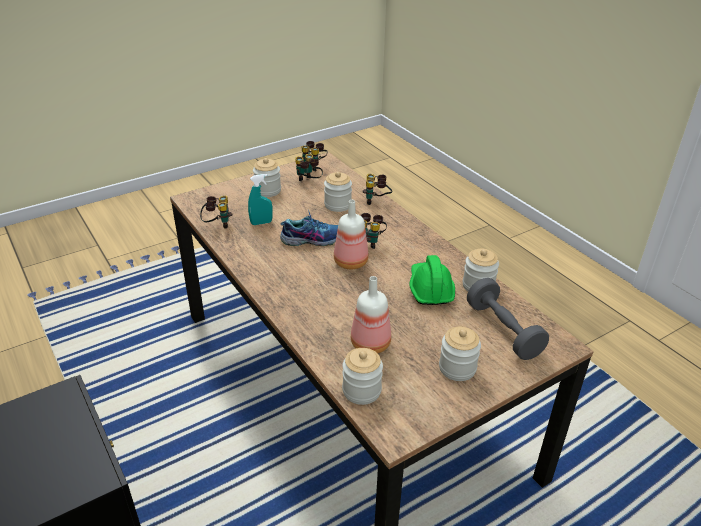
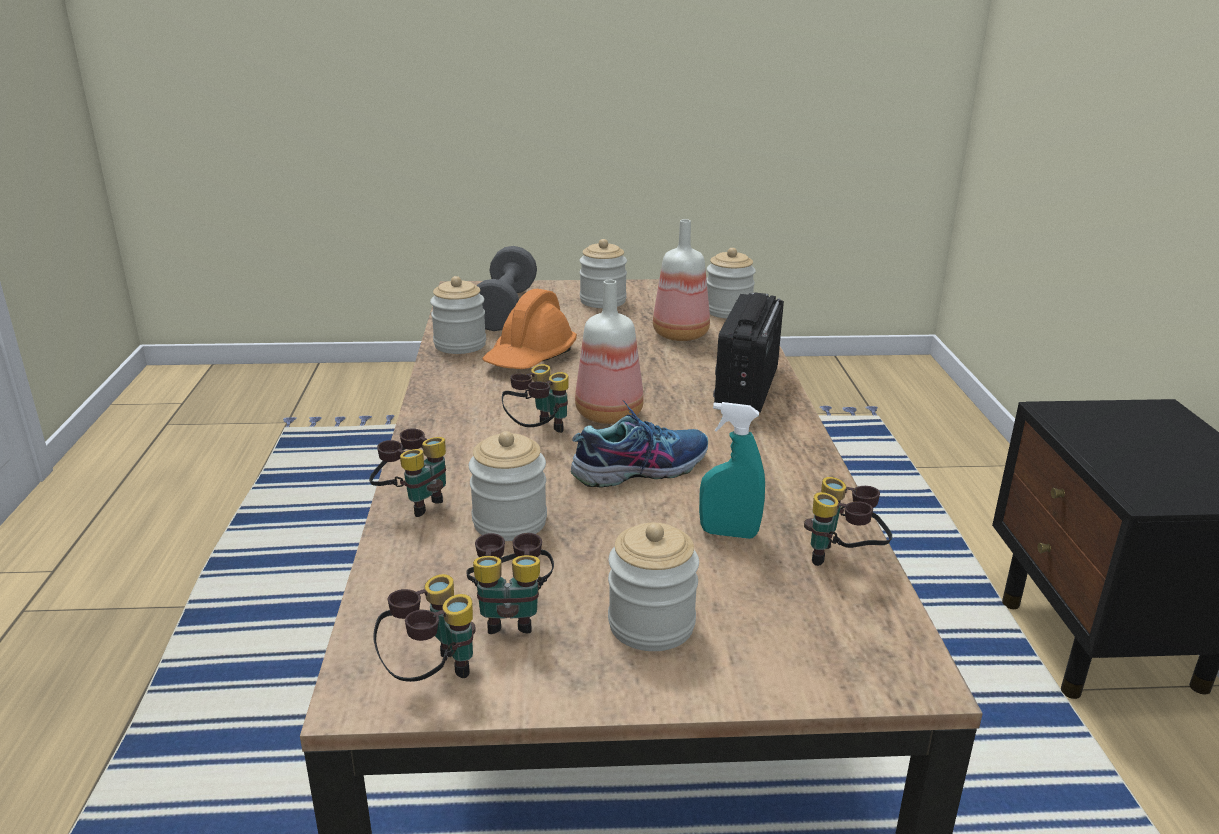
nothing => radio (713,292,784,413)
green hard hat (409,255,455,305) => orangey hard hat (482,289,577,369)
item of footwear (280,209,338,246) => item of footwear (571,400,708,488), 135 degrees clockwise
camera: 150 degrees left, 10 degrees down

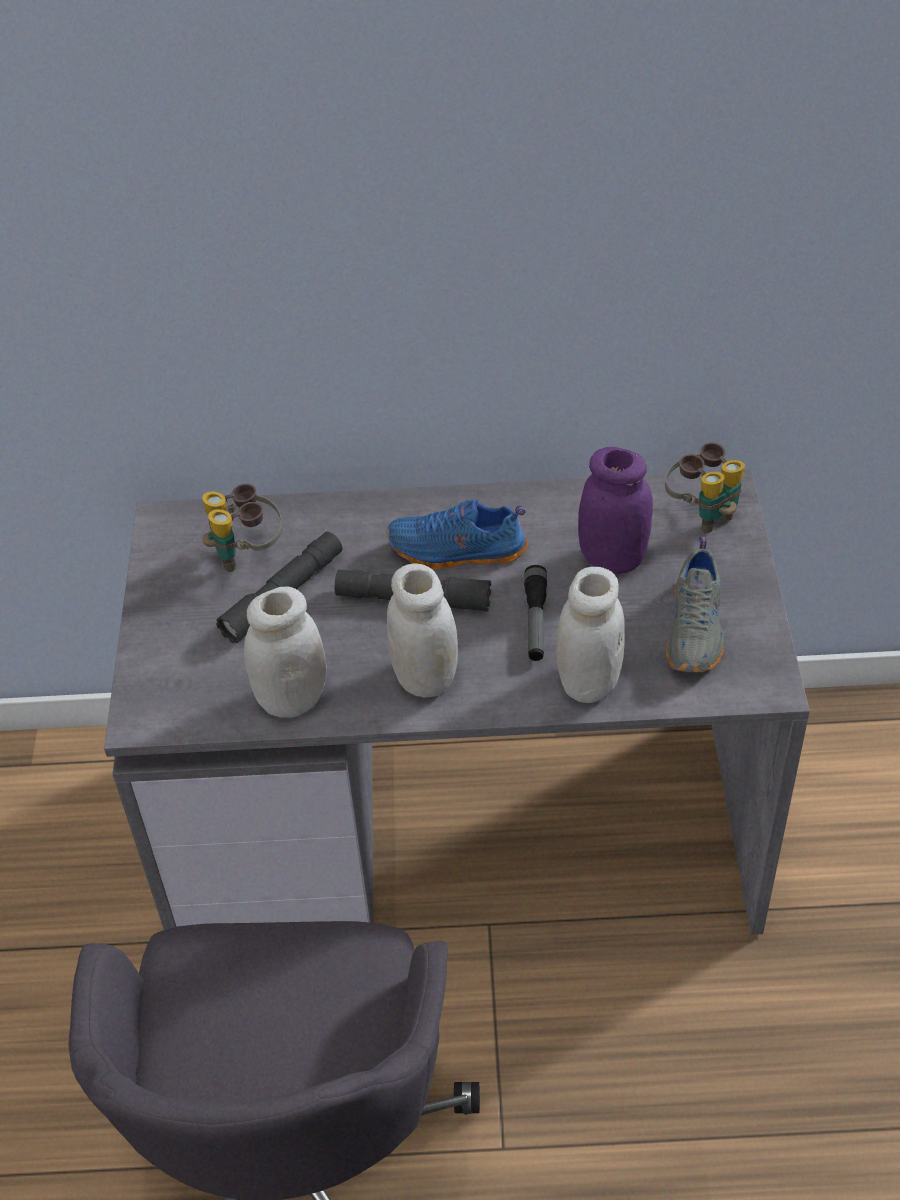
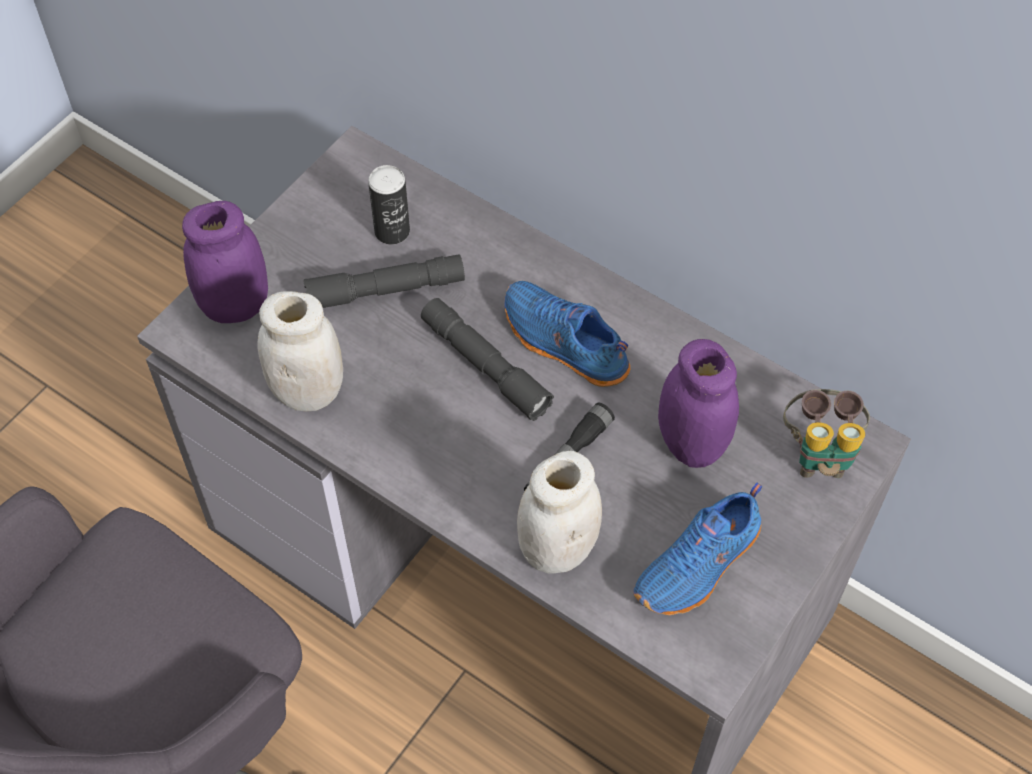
whitish preserve jar (387,564,458,698) => nothing
nothing => purple-coloured preserve jar (182,201,268,323)
pair of binoculars (202,483,283,572) => sealed can (368,165,410,245)
gray item of footwear (666,537,724,672) => blue item of footwear (633,483,762,615)
camera: 35 degrees right, 10 degrees up

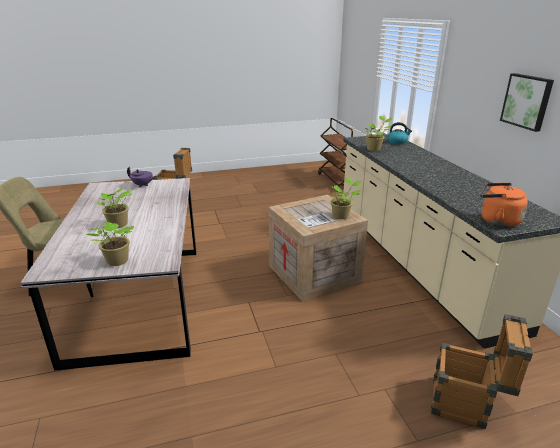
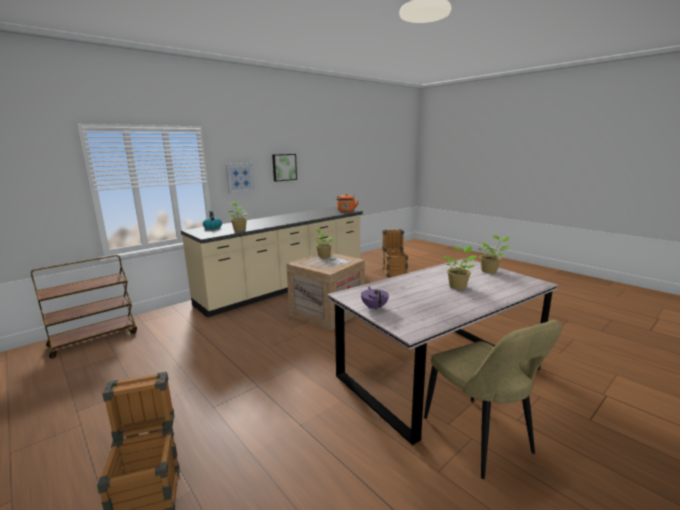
nothing => wall art (226,163,255,194)
camera: 115 degrees left, 10 degrees down

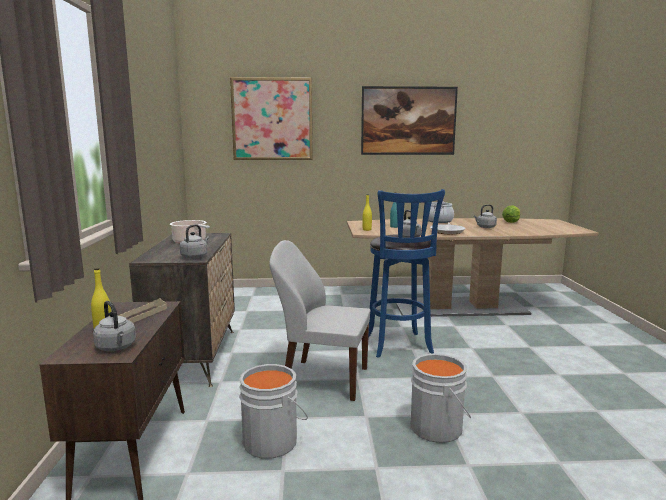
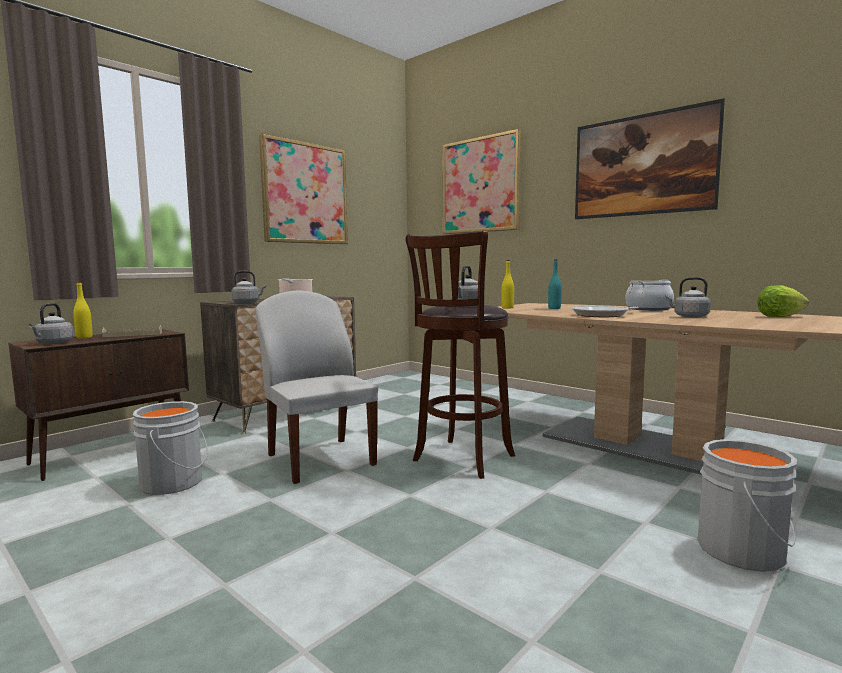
nothing => wall art (259,133,348,244)
gray pail (411,353,471,443) => gray pail (698,439,797,572), move
blue stool (368,189,445,358) => brownish stool (405,231,515,479)
camera: 45 degrees right, 5 degrees down

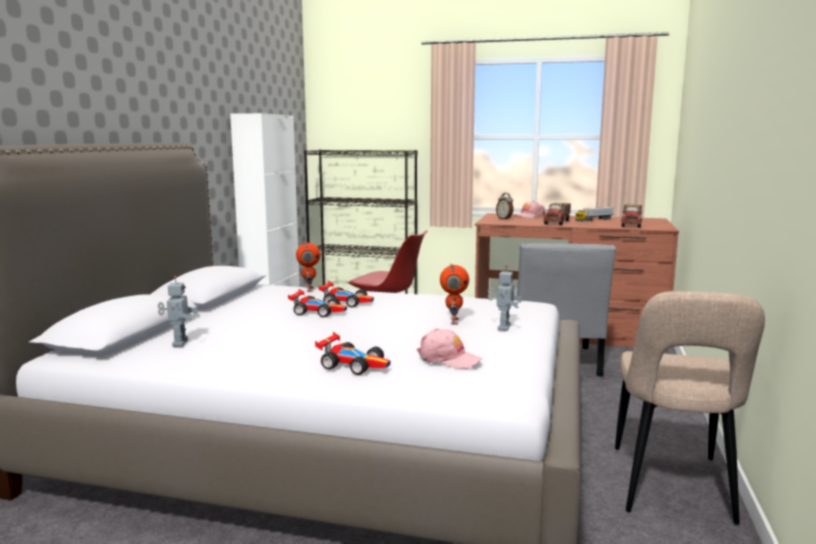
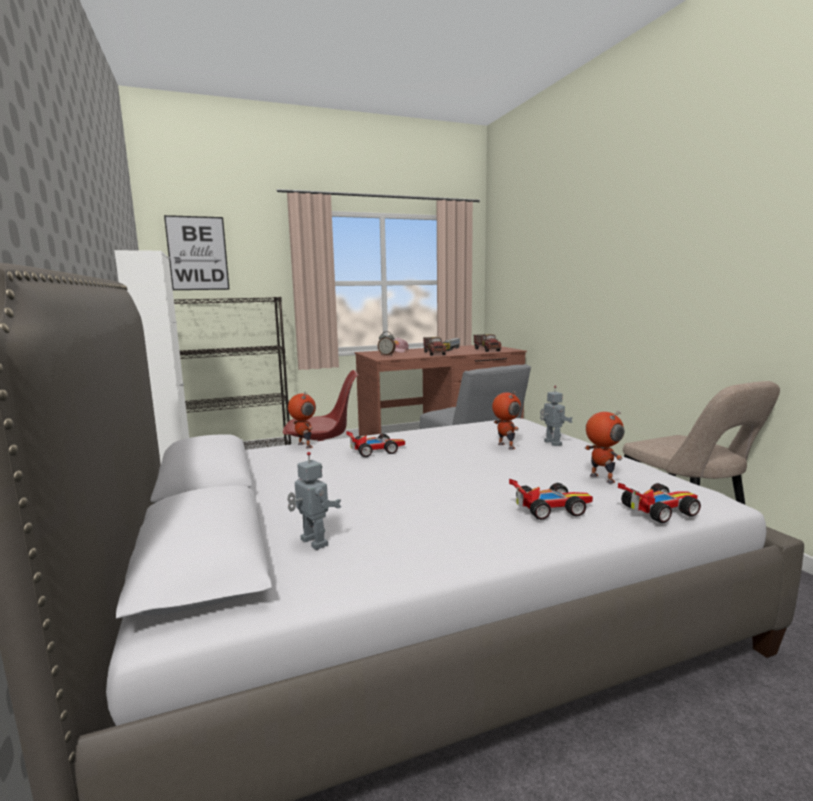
nothing => wall art (164,215,230,290)
miniature car (288,289,347,317) => miniature car (618,483,701,523), move
pinkish baseball cap (417,328,482,369) => model robot (585,411,624,483)
camera: 35 degrees left, 0 degrees up

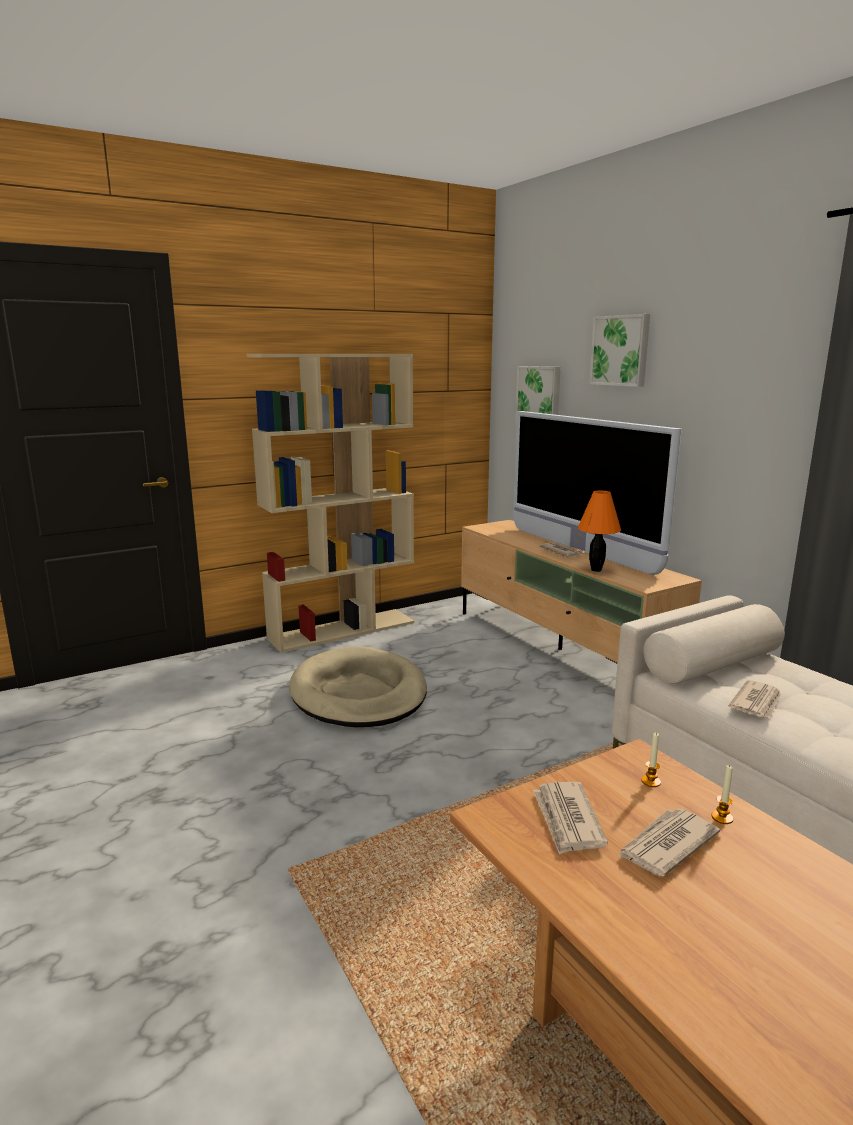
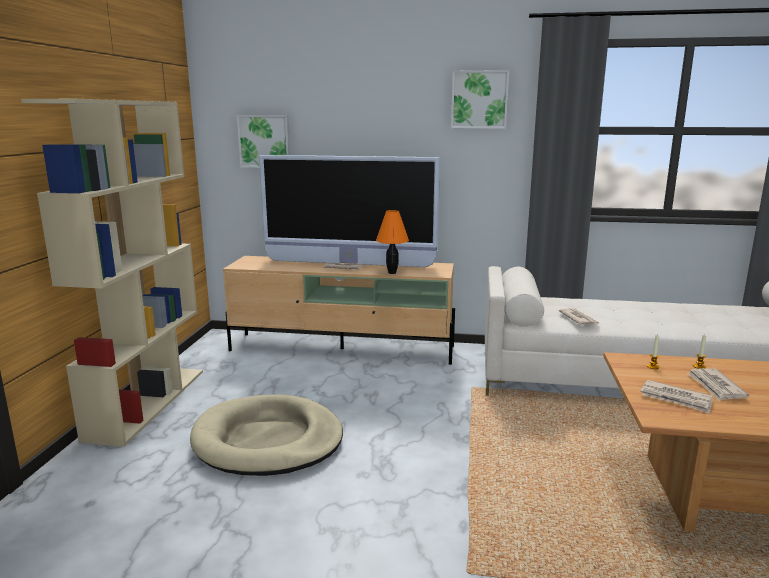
wall art (589,314,650,387) => wall art (451,70,509,129), move
camera: 50 degrees left, 0 degrees up

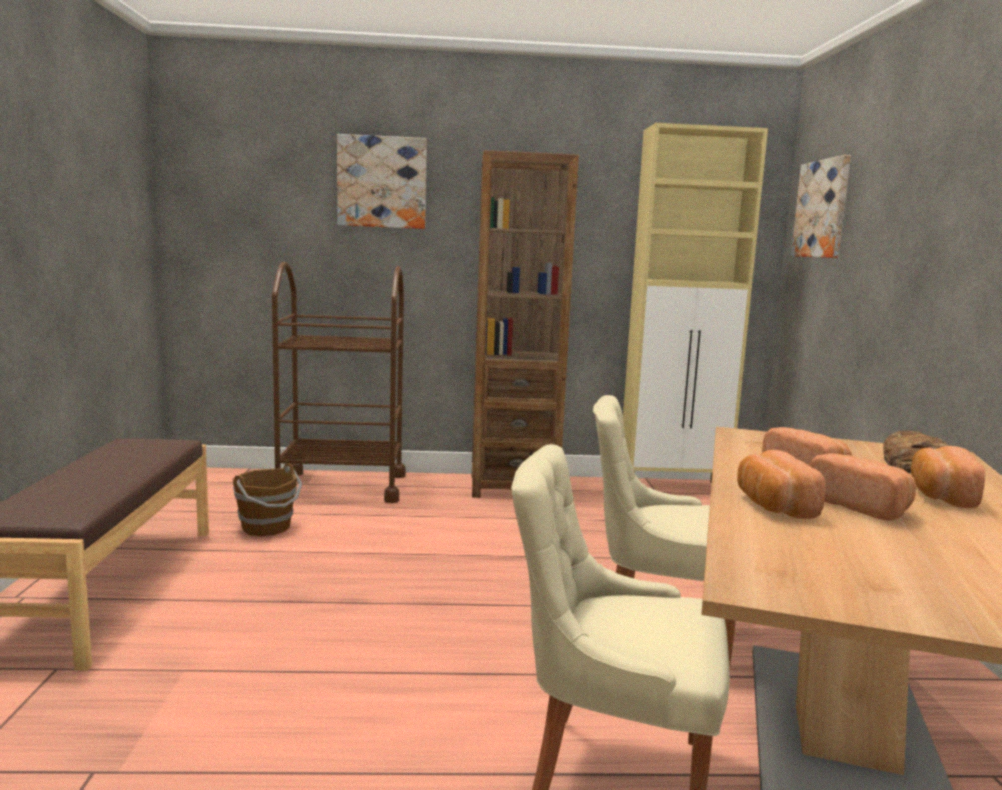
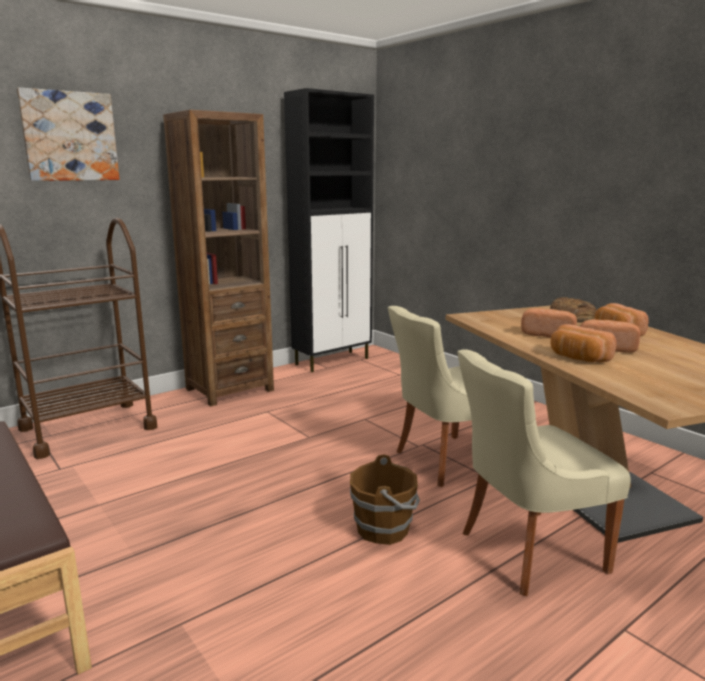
wall art (791,155,851,258) => nothing
brownish pail (232,463,302,536) => brownish pail (350,454,420,545), move
sand-coloured cabinet (623,123,768,483) => black-coloured cabinet (284,88,374,372)
camera: 35 degrees left, 5 degrees up

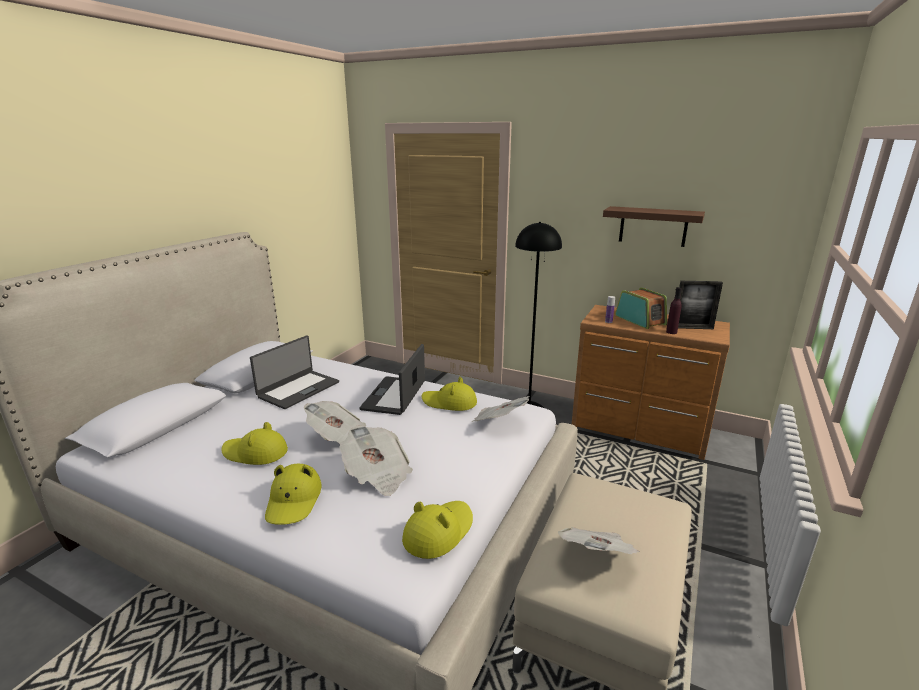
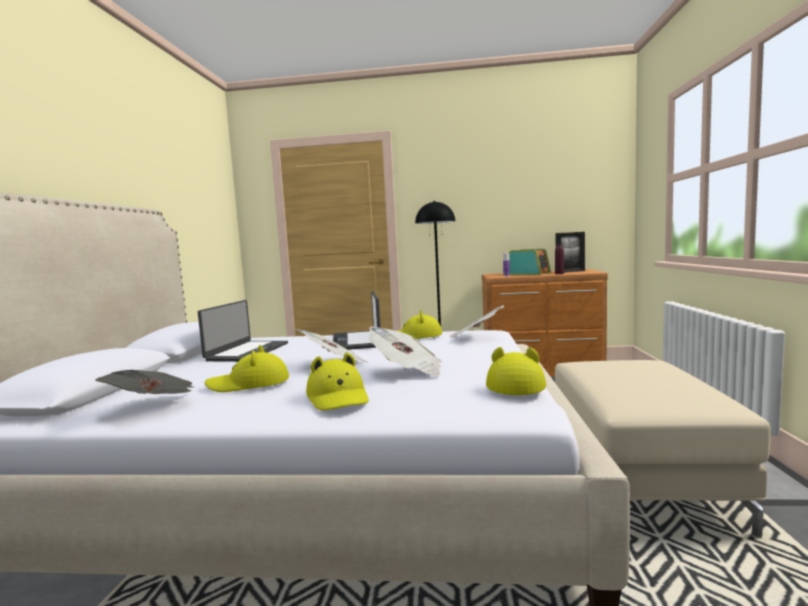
brownish shelf (603,206,705,247) => nothing
newspaper (558,527,640,554) => newspaper (95,370,193,394), move
camera: 20 degrees left, 15 degrees down

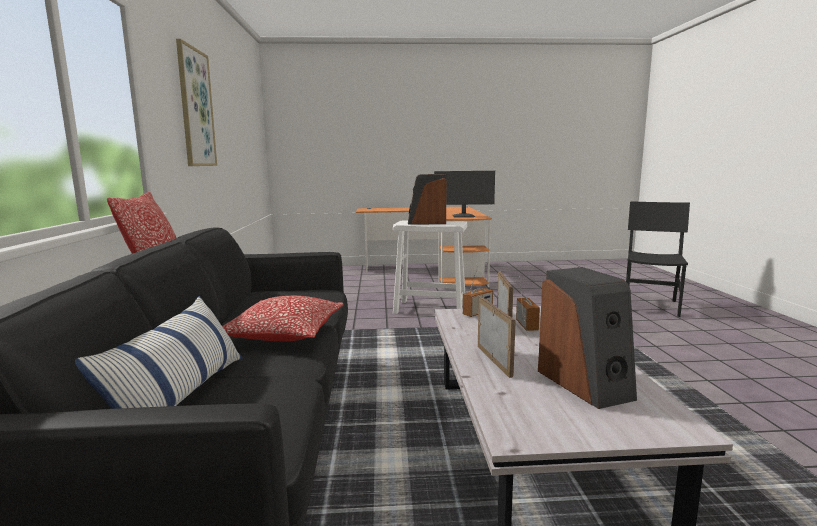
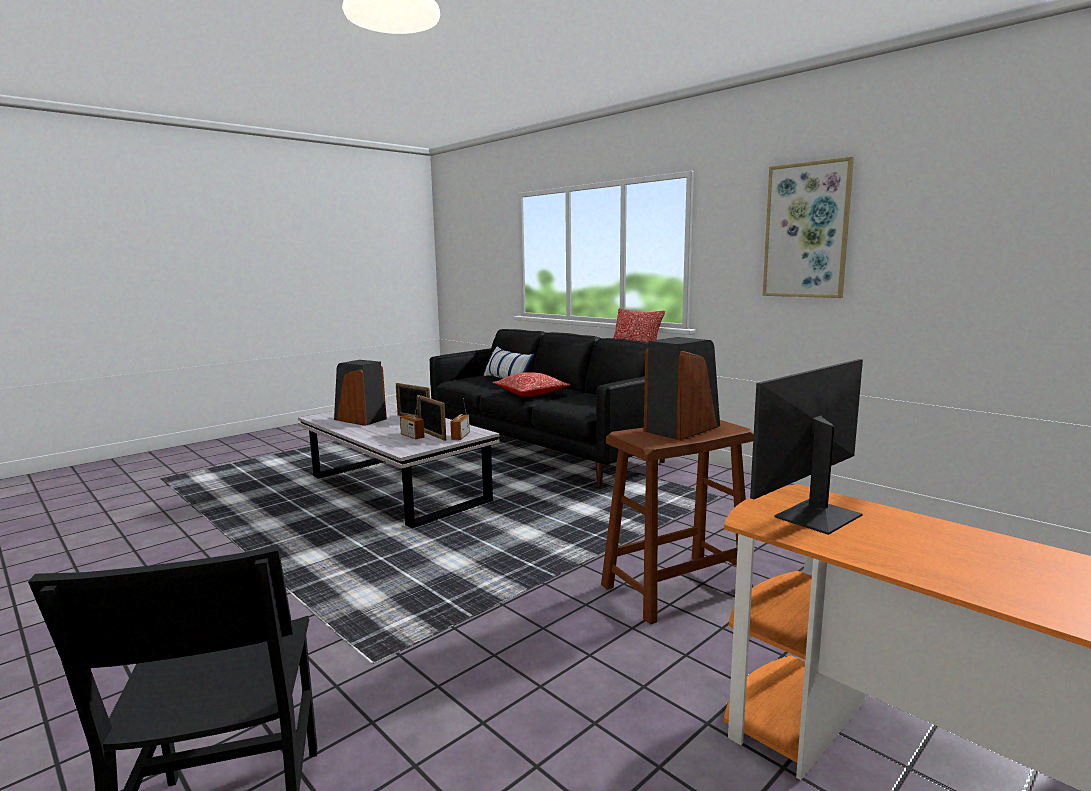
whitish stool (393,220,467,314) => brownish stool (601,420,754,625)
camera: 140 degrees right, 0 degrees up

